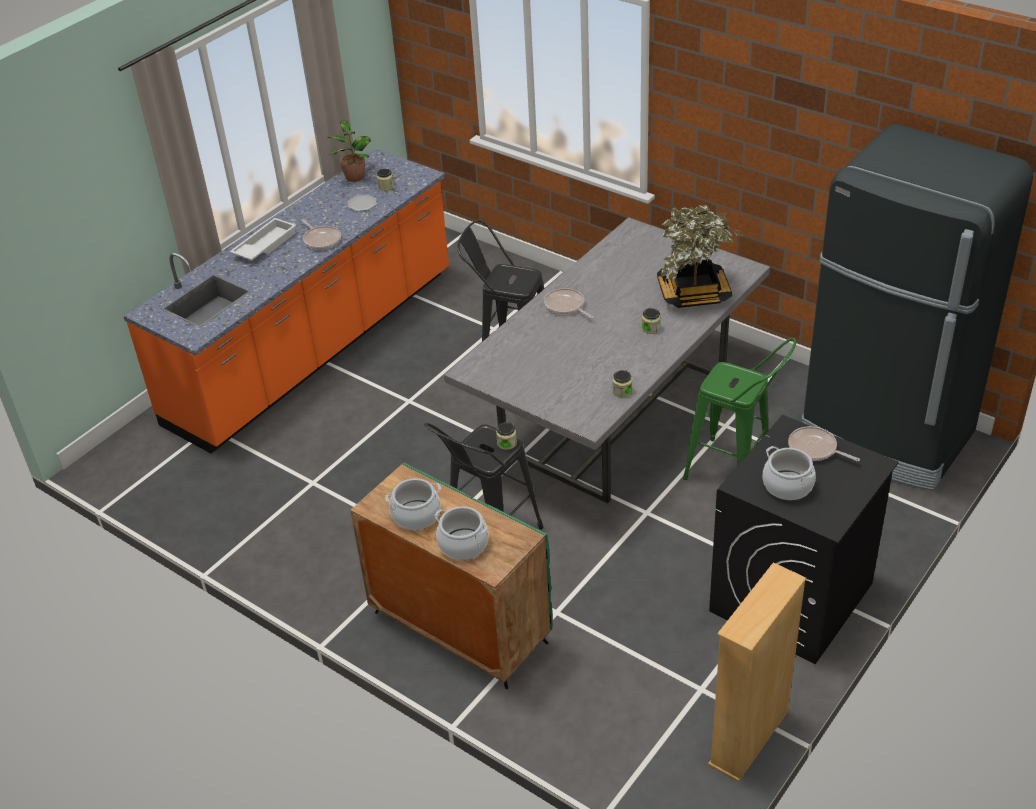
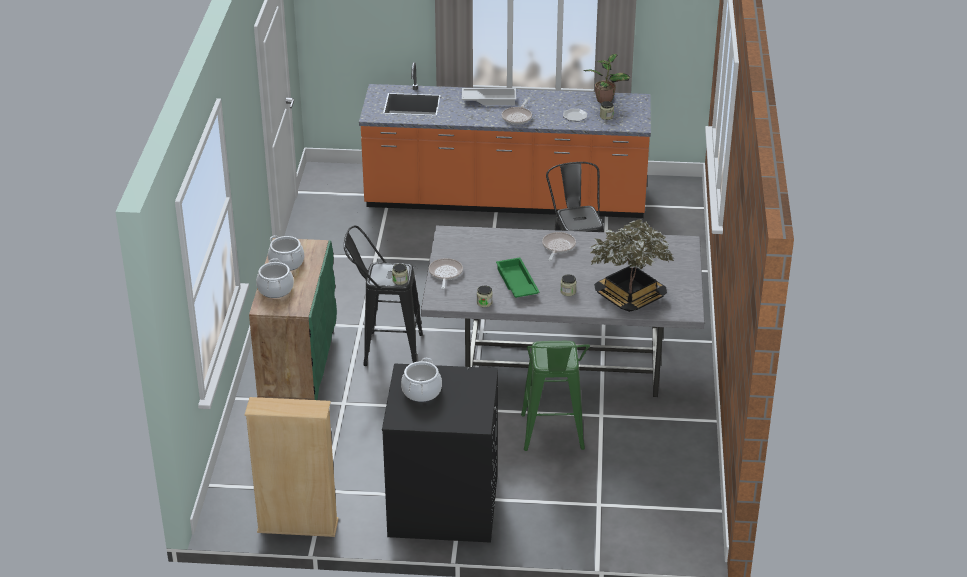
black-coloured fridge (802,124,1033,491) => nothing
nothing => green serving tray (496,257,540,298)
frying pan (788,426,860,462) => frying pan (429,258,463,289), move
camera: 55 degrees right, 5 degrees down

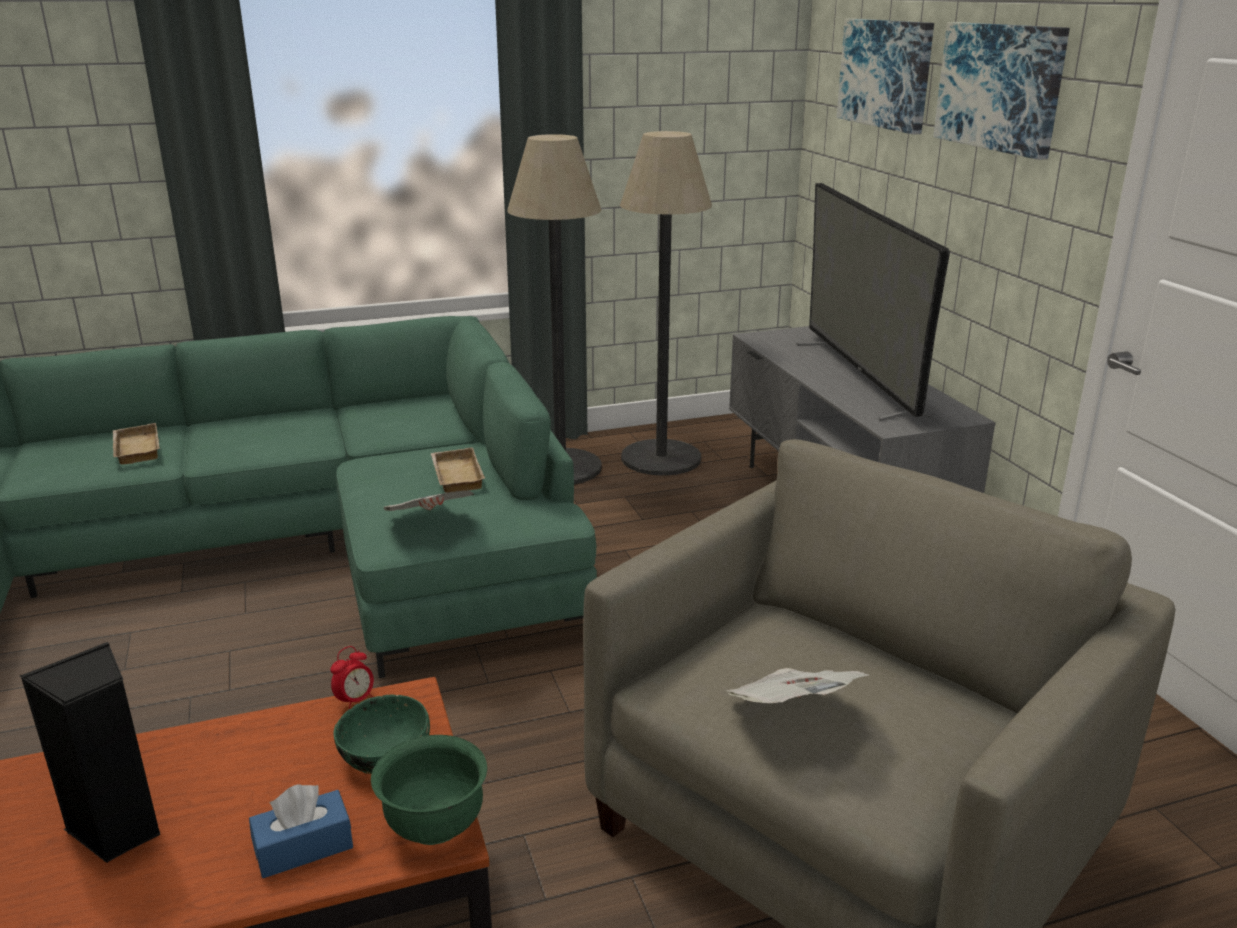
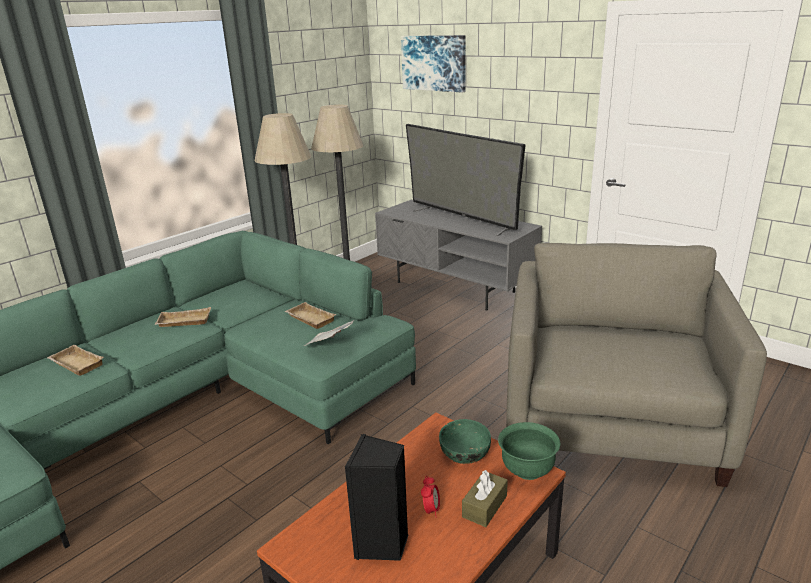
newspaper (726,668,869,703) => nothing
wall art (933,22,1070,160) => nothing
nothing => sand-coloured serving tray (154,307,211,327)
table clock (330,646,374,709) => table clock (421,476,440,518), move
blue tissue holder (249,784,353,878) => brownish tissue holder (462,470,508,527)
camera: 30 degrees left, 0 degrees up

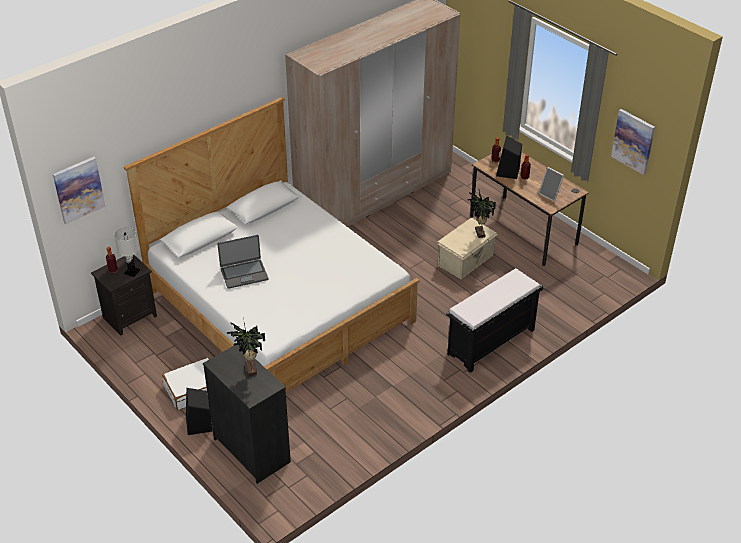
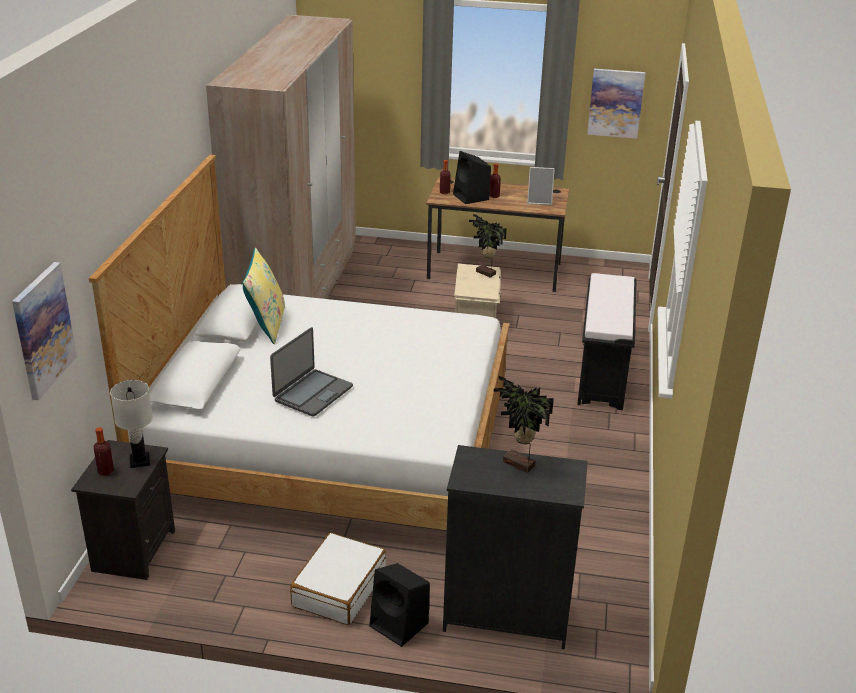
nothing => yellow pillow (242,248,285,344)
camera: 40 degrees left, 10 degrees down

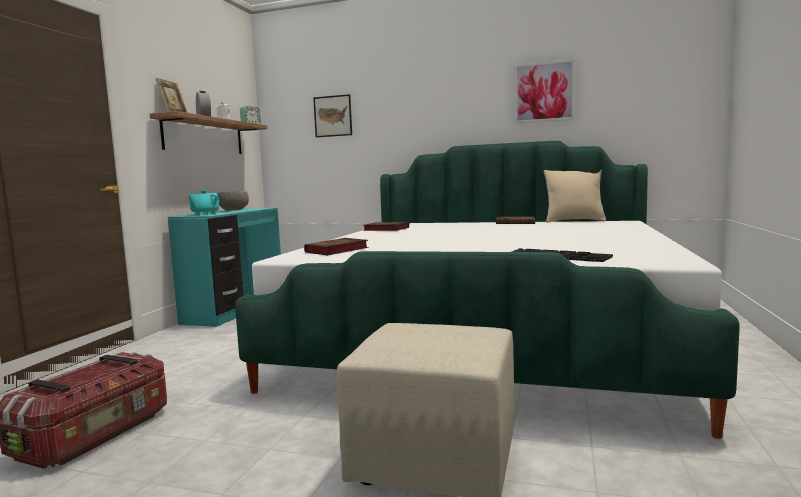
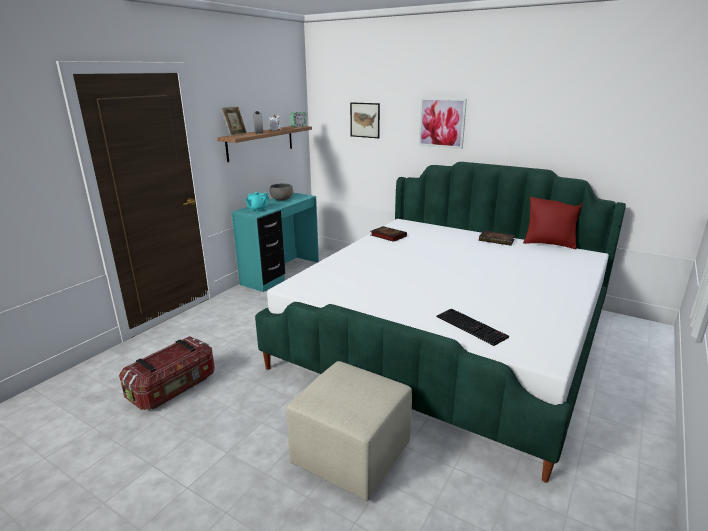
book (304,238,368,255) => nothing
wall art (514,59,575,124) => wall art (419,98,467,149), move
sand-coloured pillow (544,170,606,223) => reddish pillow (523,197,583,249)
camera: 15 degrees right, 15 degrees up

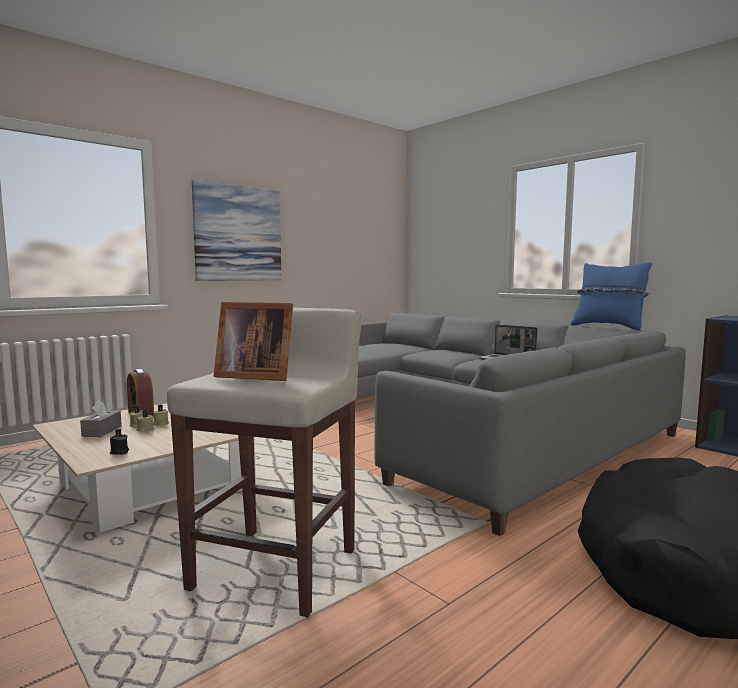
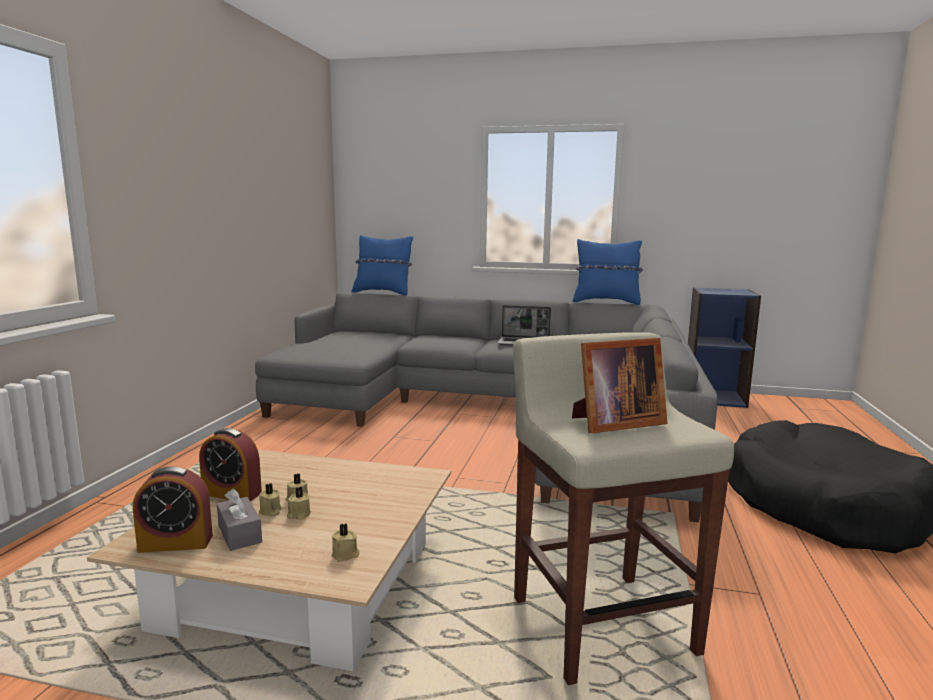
wall art (192,180,282,281) => nothing
nothing => table clock (133,466,213,553)
nothing => blue pillow (352,235,413,296)
black-coloured wax light (110,429,129,455) => sand-coloured wax light (332,523,360,562)
camera: 35 degrees left, 5 degrees up

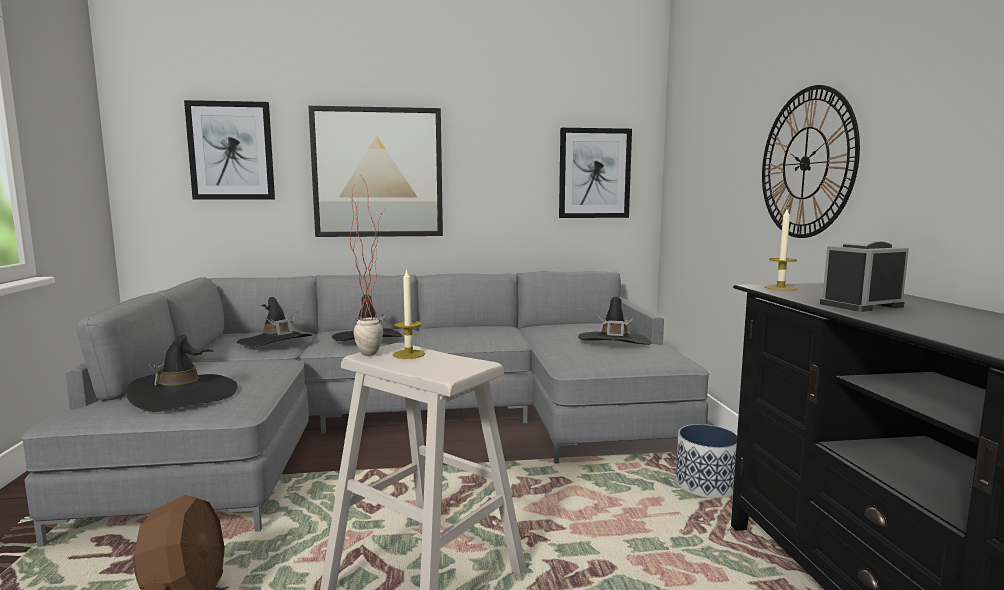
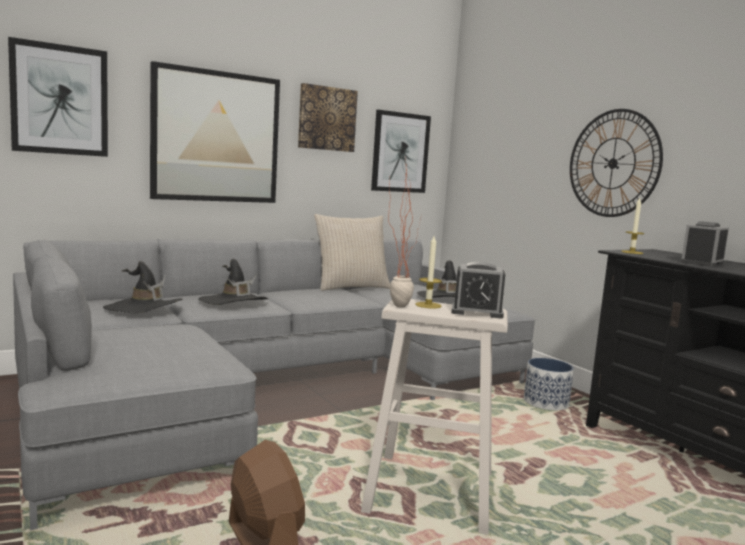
black-coloured wearable hat (126,334,238,412) => nothing
nothing => wall art (298,83,358,152)
nothing => sand-coloured pillow (314,214,390,291)
nothing => table clock (452,262,505,318)
camera: 25 degrees left, 0 degrees up

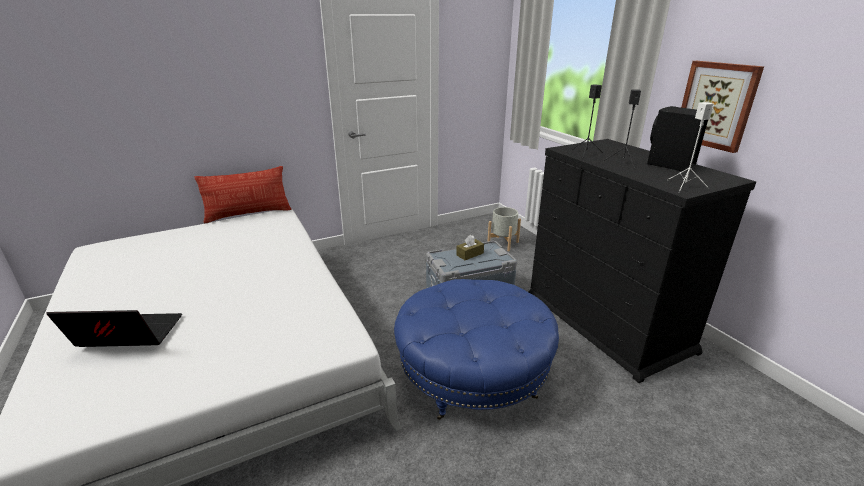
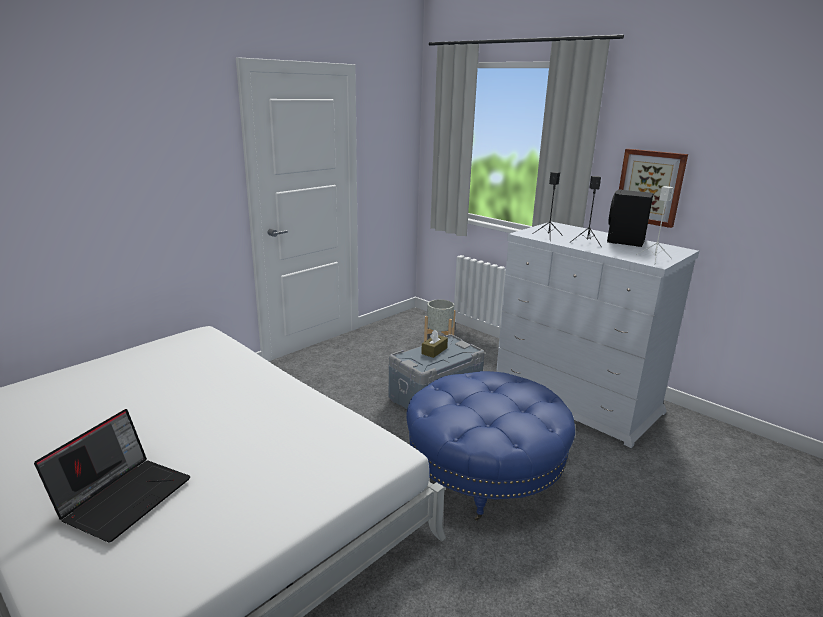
pillow (194,166,292,224) => nothing
black-coloured drawer chest (529,139,756,383) => whitish drawer chest (496,222,699,448)
portable computer (47,310,182,347) => portable computer (34,409,190,542), 135 degrees clockwise
camera: 20 degrees left, 5 degrees down

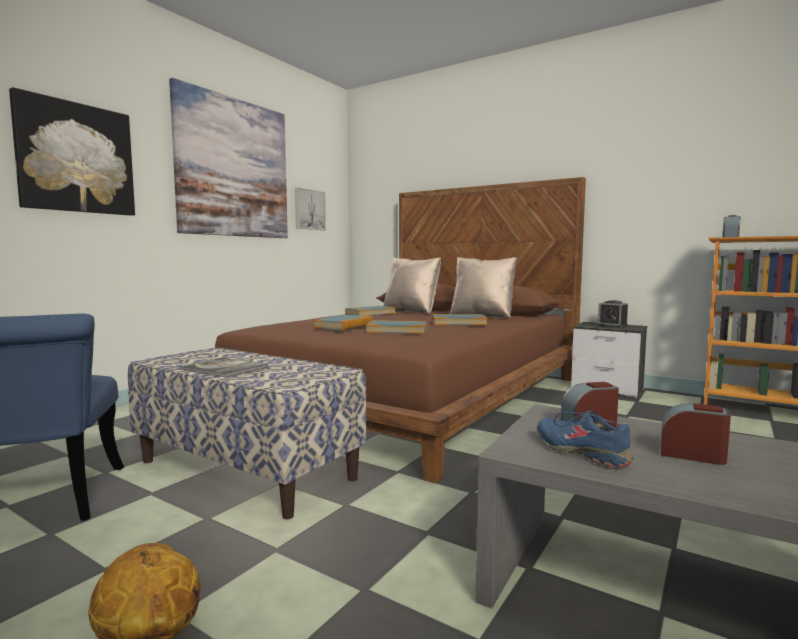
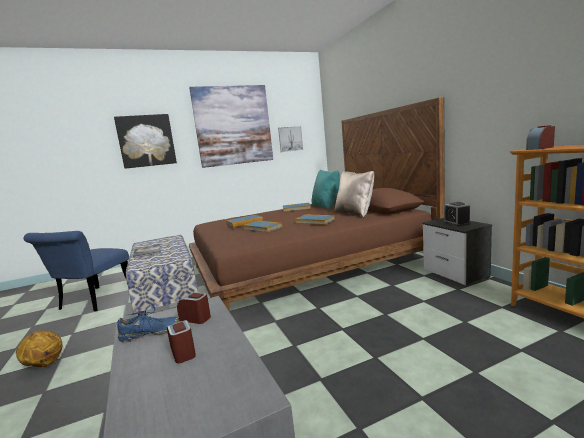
sand-coloured pillow (383,257,441,314) => blue-green pillow (312,170,340,210)
blue item of footwear (537,410,633,467) => blue item of footwear (117,305,179,342), 75 degrees clockwise
camera: 35 degrees right, 5 degrees up

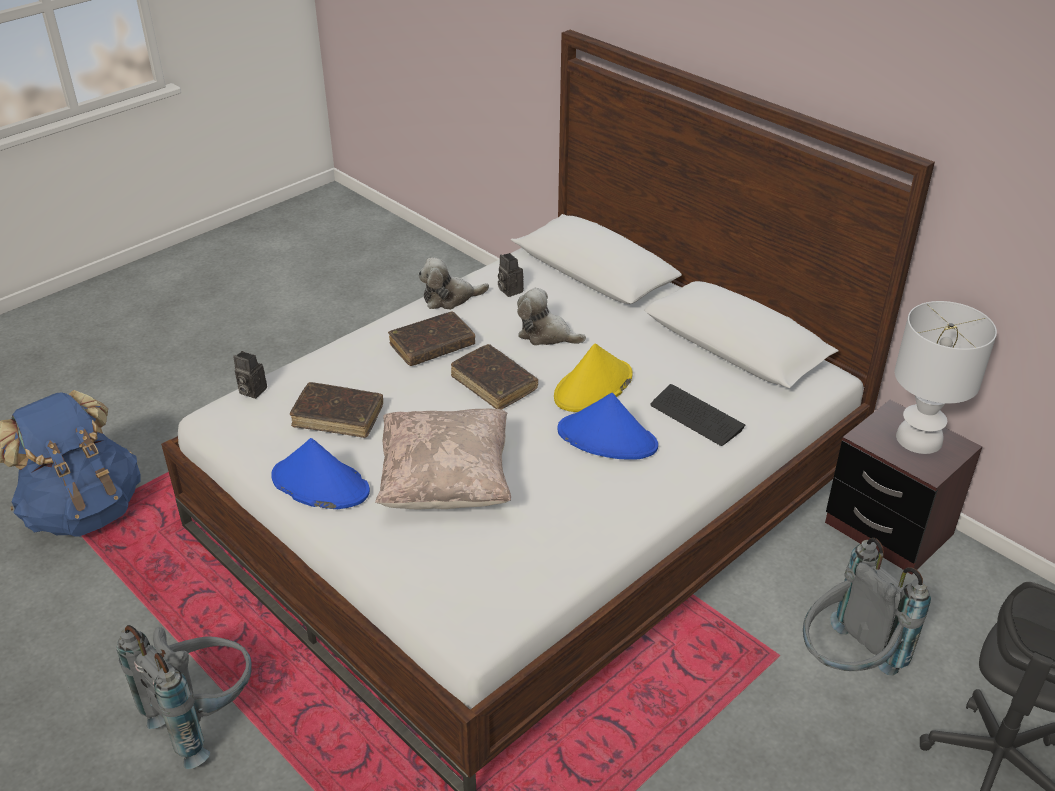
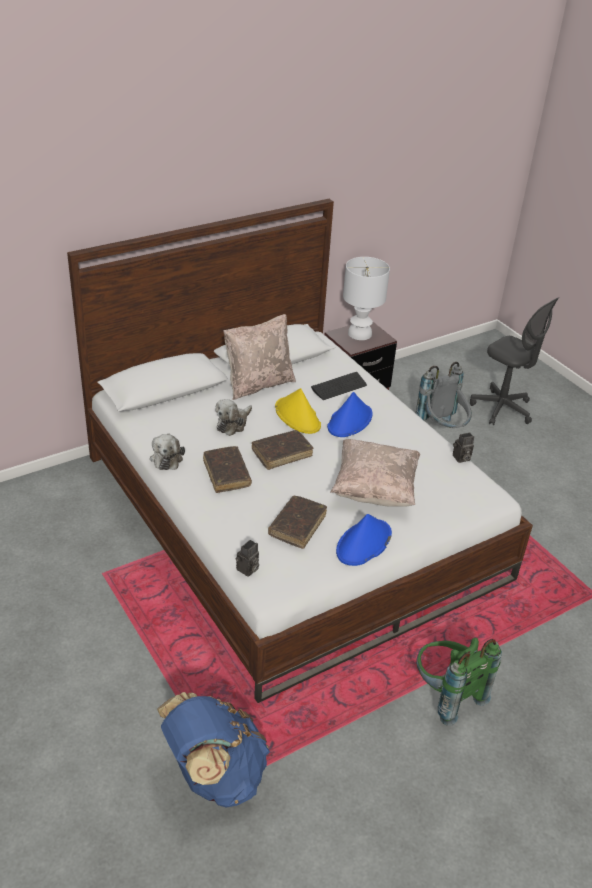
nothing => sand-coloured pillow (223,314,296,400)
photo camera (498,253,524,297) => photo camera (453,432,474,463), move
gray backpack (117,625,252,769) => green backpack (416,638,502,726)
camera: 80 degrees left, 0 degrees up

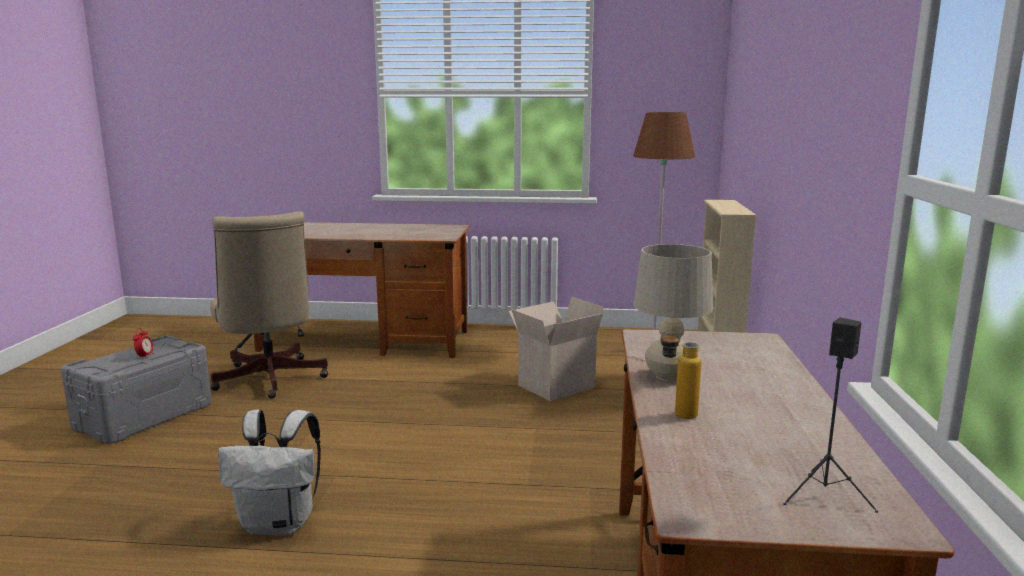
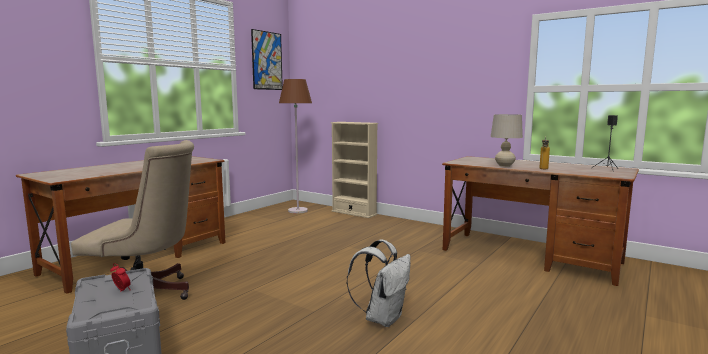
packing box (508,296,604,402) => nothing
nothing => wall art (251,29,283,90)
camera: 60 degrees left, 5 degrees down

